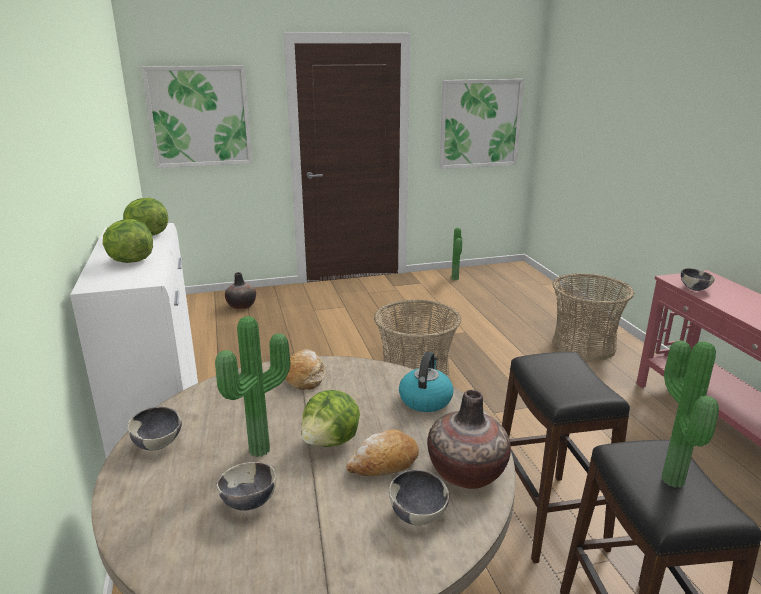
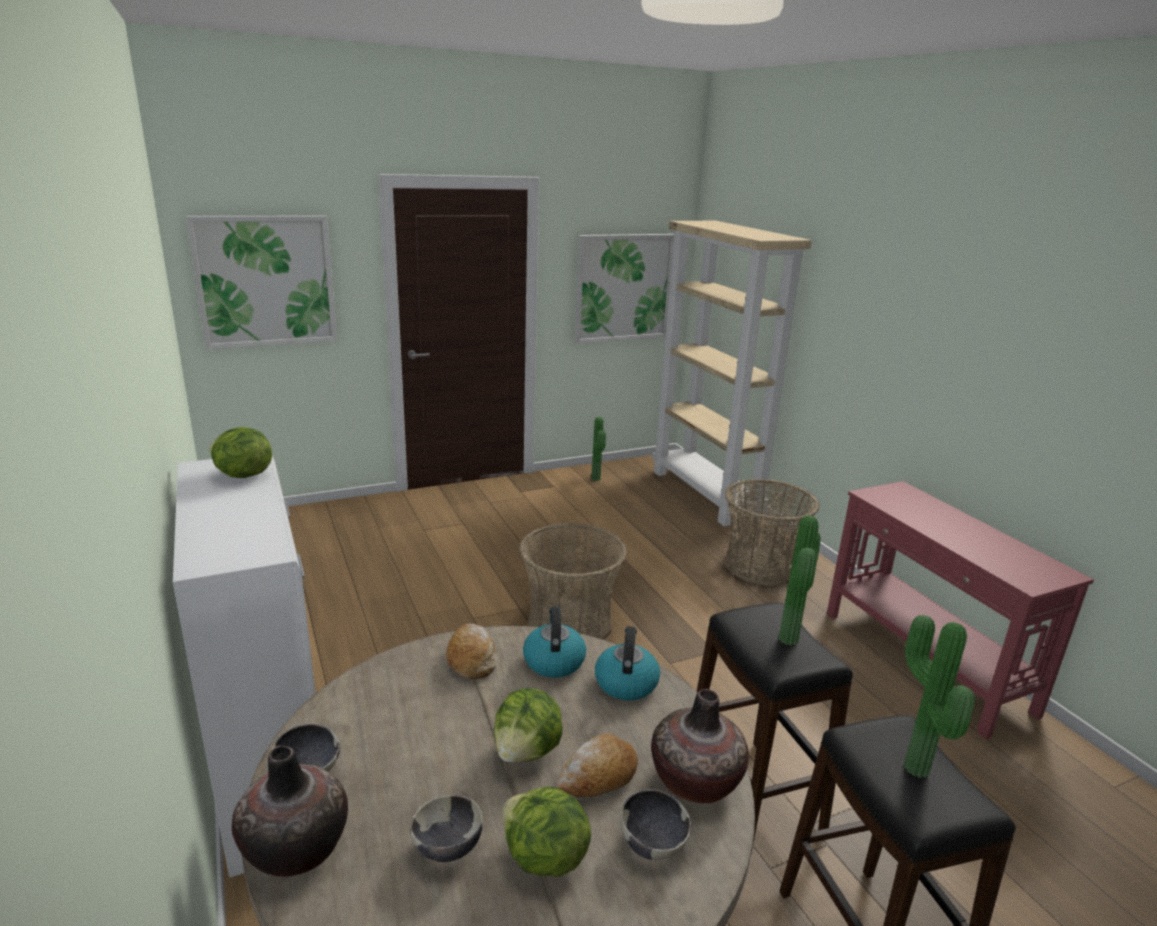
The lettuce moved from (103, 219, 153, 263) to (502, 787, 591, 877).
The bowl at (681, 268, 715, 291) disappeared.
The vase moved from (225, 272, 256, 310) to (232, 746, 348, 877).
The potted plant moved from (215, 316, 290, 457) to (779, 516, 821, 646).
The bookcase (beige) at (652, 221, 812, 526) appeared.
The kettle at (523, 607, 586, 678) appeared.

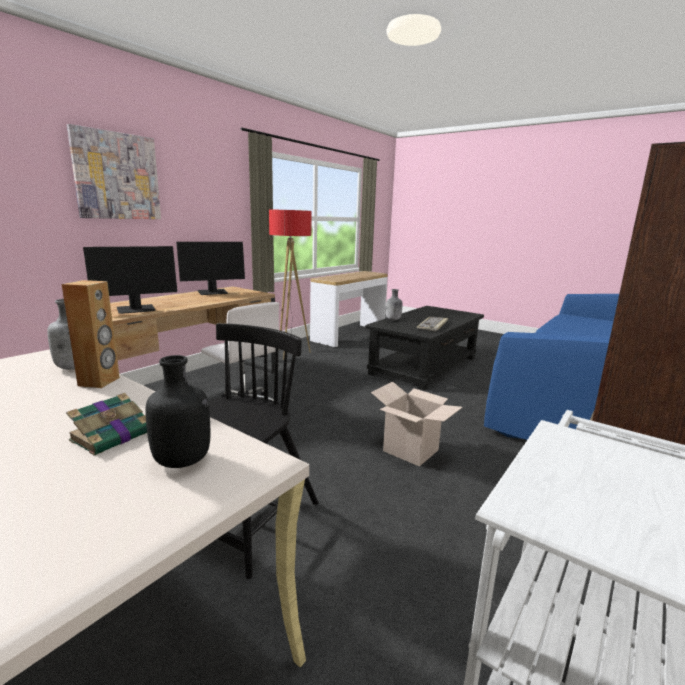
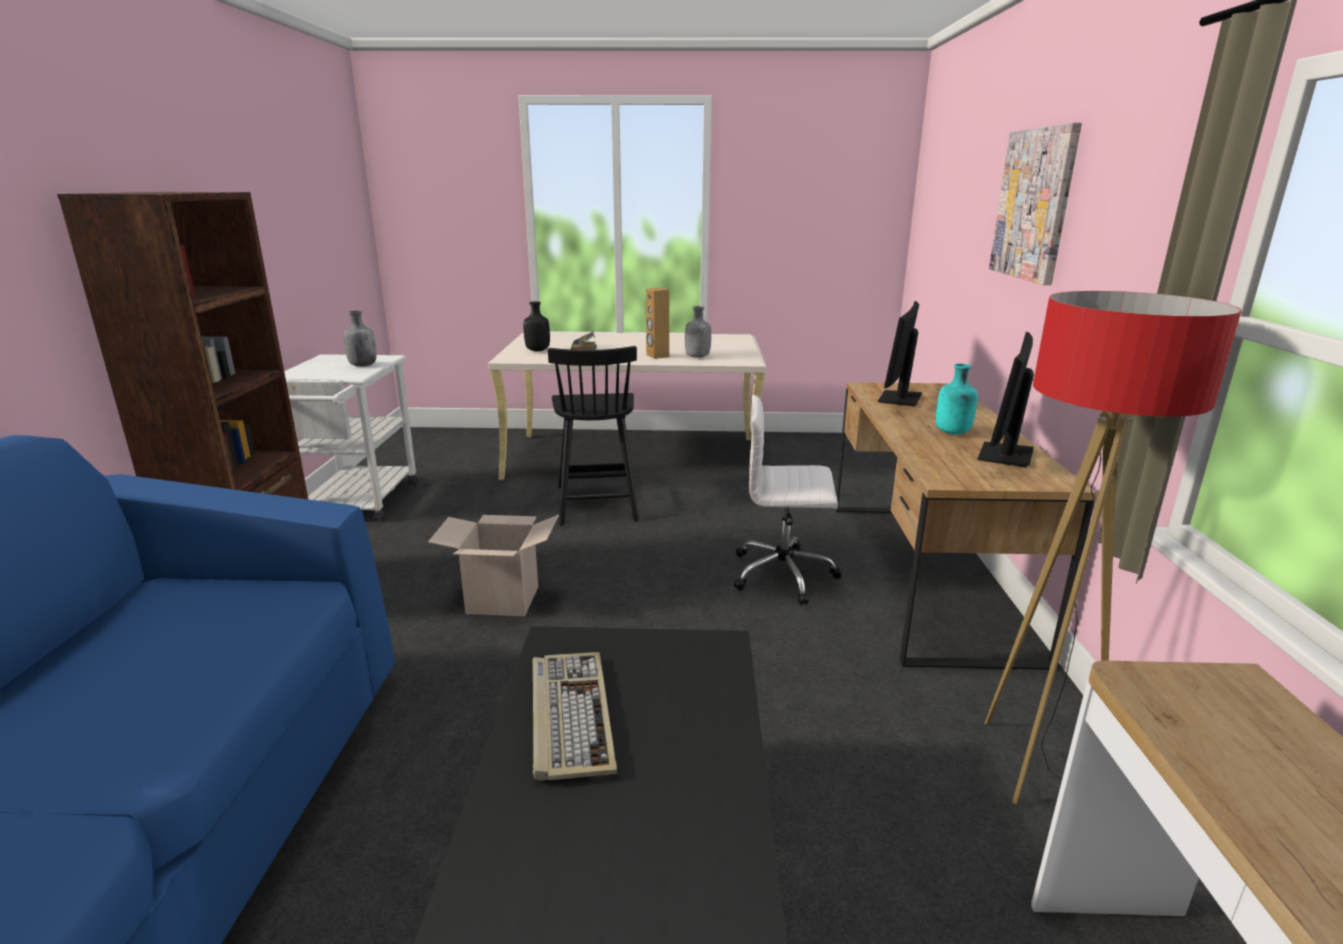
The bottle (grey) moved from (386, 289, 402, 320) to (343, 311, 377, 367).
The bottle (turquoise) at (936, 364, 978, 434) appeared.

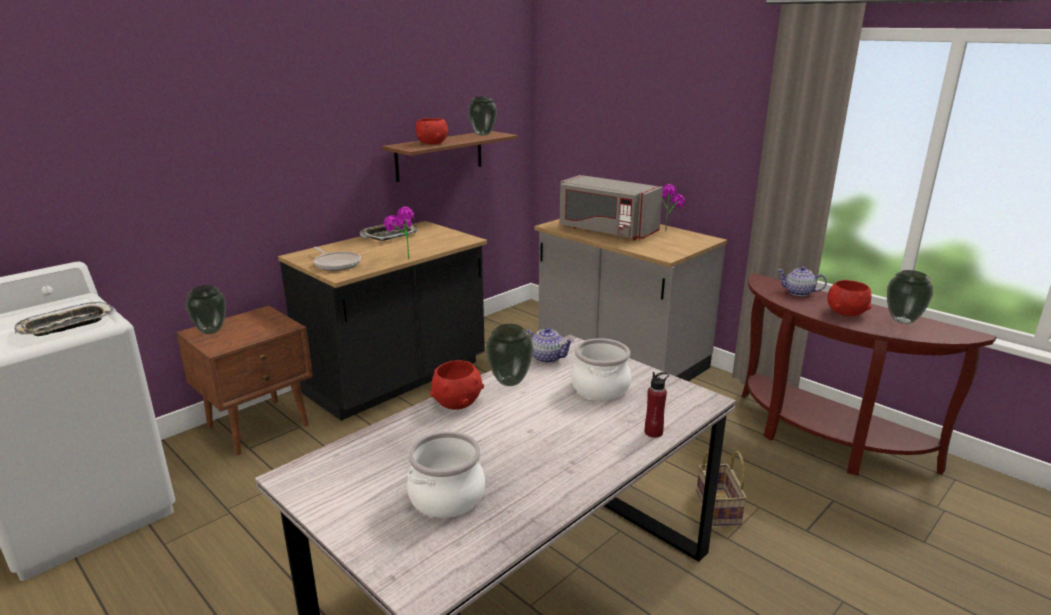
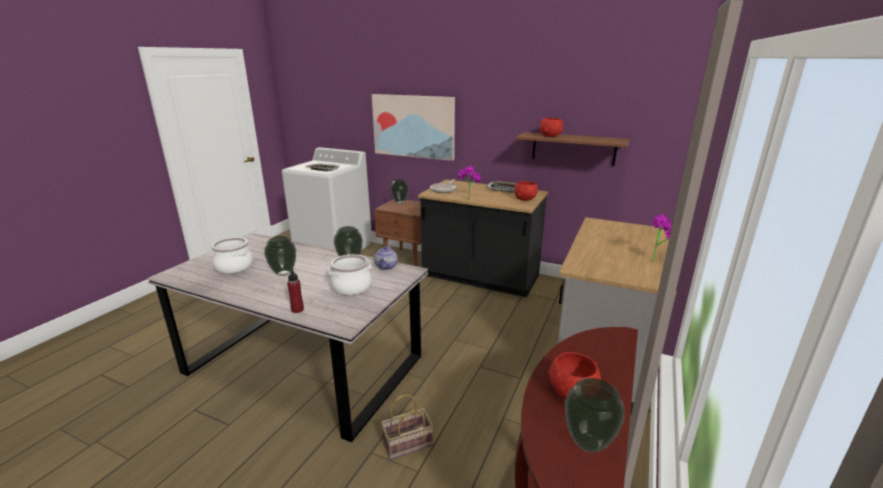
The vase moved from (468, 97, 497, 136) to (264, 236, 296, 276).
The microwave (grey) at (559, 175, 663, 240) disappeared.
The teapot at (778, 266, 827, 296) disappeared.
The bowl (red) moved from (430, 360, 484, 410) to (514, 181, 538, 201).
The picture at (372, 94, 455, 161) appeared.

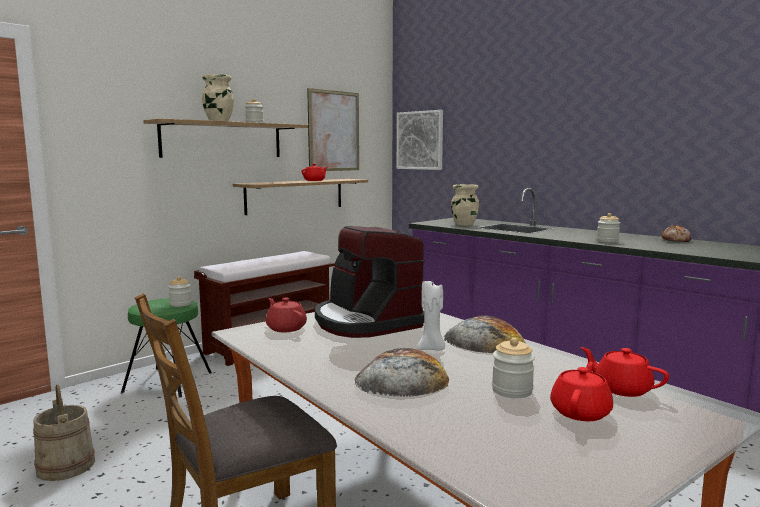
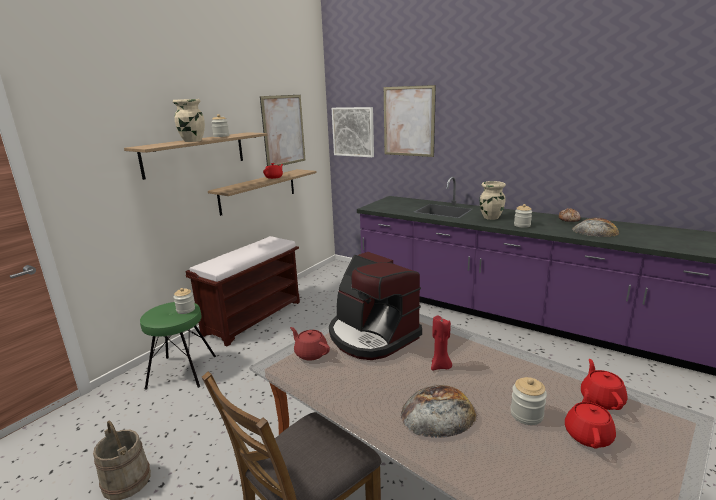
The vase (beige) moved from (451, 184, 479, 226) to (480, 181, 506, 220).
The candle (white) at (417, 281, 445, 351) became the candle (red) at (431, 315, 452, 371).
The bread moved from (444, 315, 525, 353) to (572, 218, 619, 237).
The teapot (red) at (580, 347, 669, 397) turned 60 degrees clockwise.
The picture at (384, 85, 436, 157) appeared.

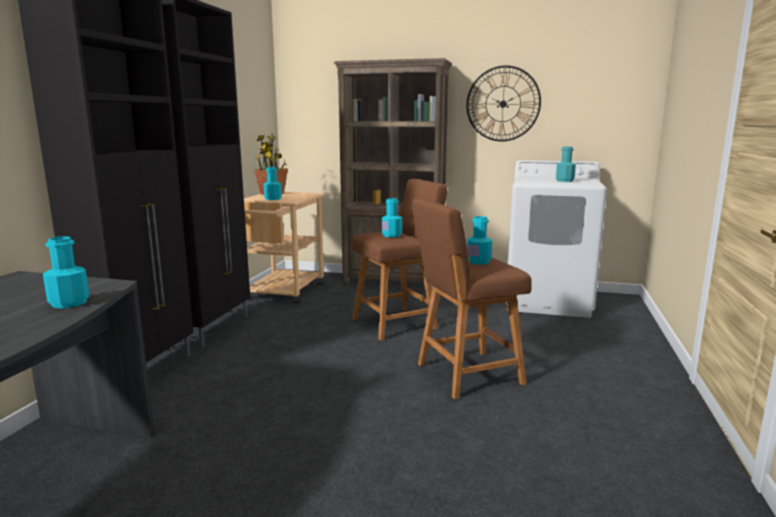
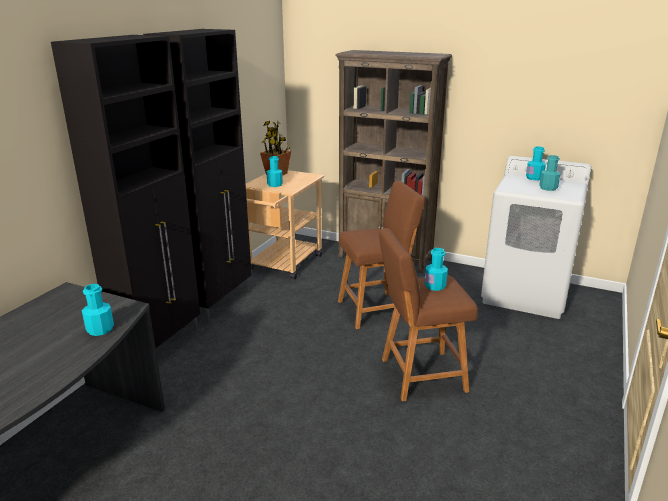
The wall clock at (466, 65, 541, 142) disappeared.
The bottle (turquoise) moved from (382, 198, 402, 237) to (526, 146, 546, 180).

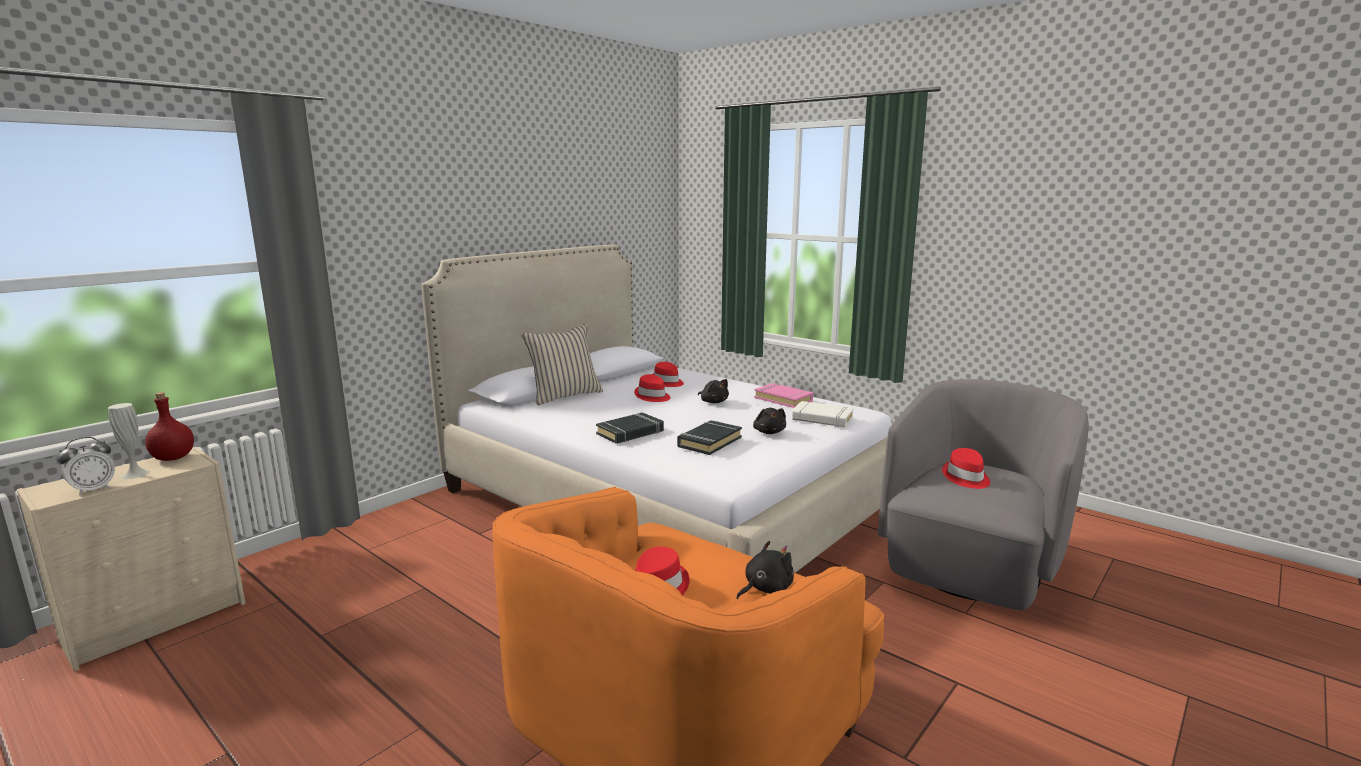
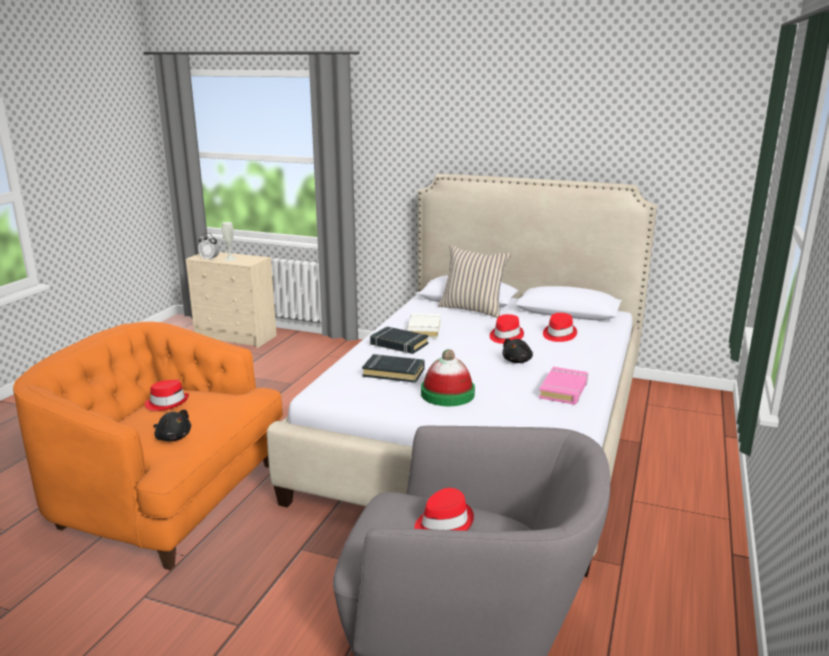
The bottle (red) at (145, 392, 194, 461) disappeared.
The book (white) moved from (792, 401, 854, 427) to (407, 313, 441, 339).
The plush toy (black) at (753, 408, 786, 434) was replaced by the hat at (421, 349, 475, 406).

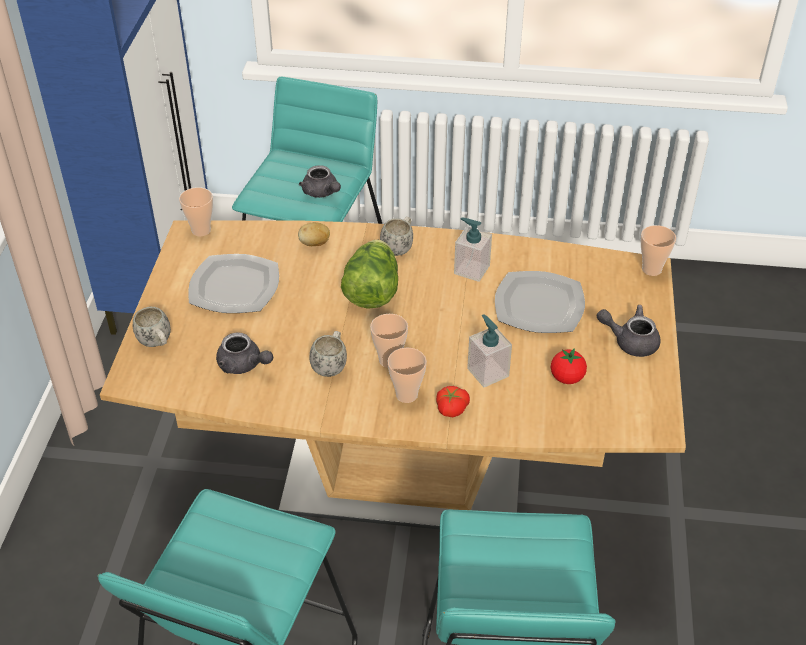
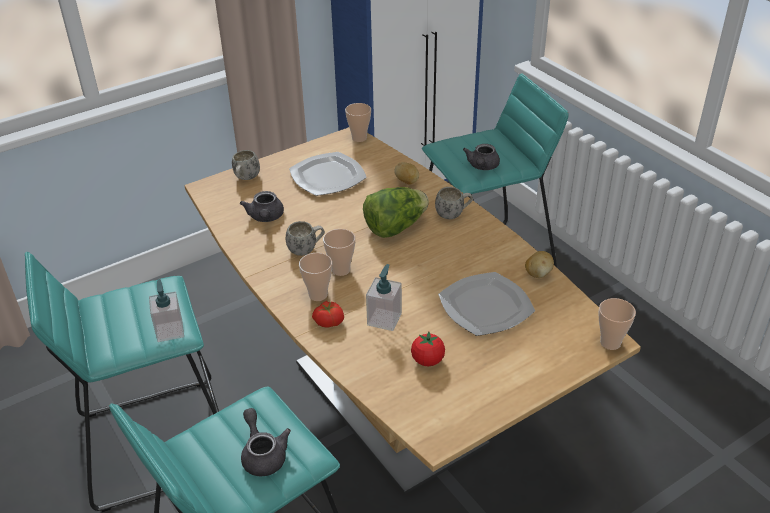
The soap dispenser moved from (454, 218, 492, 282) to (149, 279, 184, 342).
The teapot (grey) moved from (597, 305, 661, 357) to (241, 408, 291, 476).
The potato at (525, 251, 554, 278) appeared.

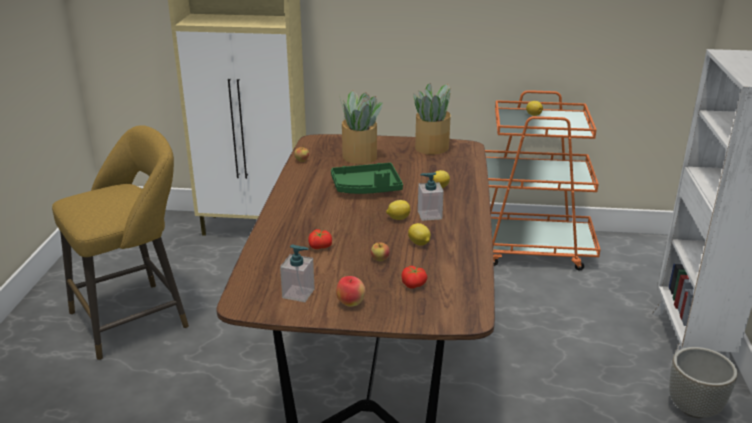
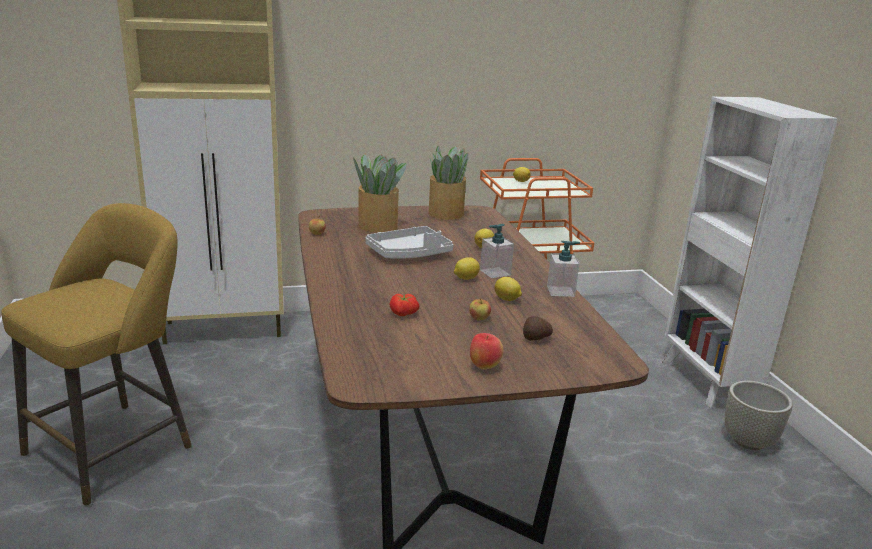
The tray (green) at (331, 163, 403, 194) became the tray (grey) at (365, 226, 453, 259).
The soap dispenser moved from (280, 244, 315, 302) to (547, 241, 580, 297).
The tomato at (401, 266, 427, 288) was replaced by the potato at (523, 316, 553, 341).

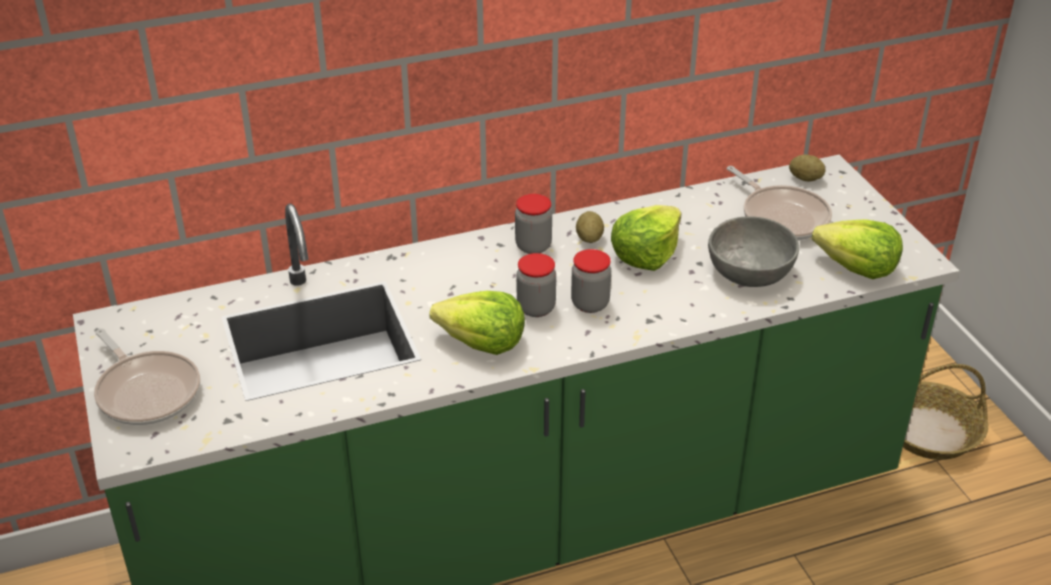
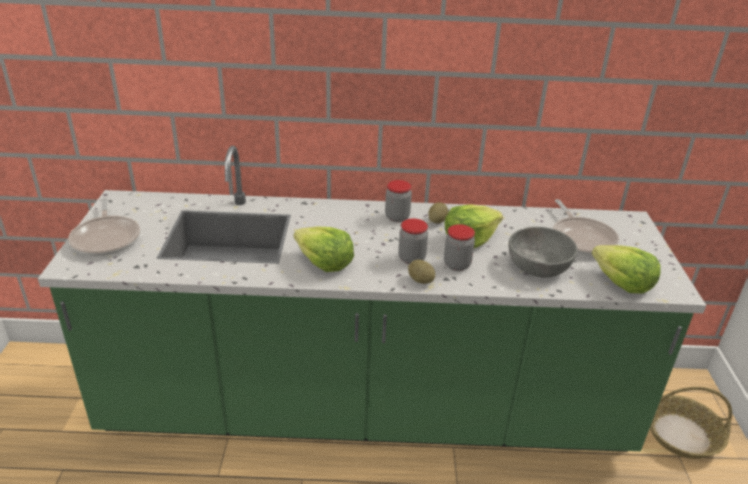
The potato moved from (789, 155, 826, 182) to (408, 260, 435, 284).
The jar moved from (517, 253, 556, 317) to (444, 224, 475, 271).

